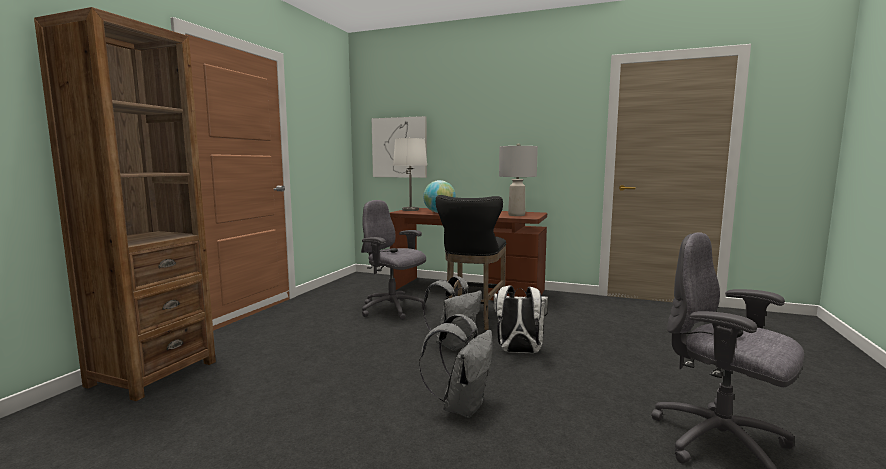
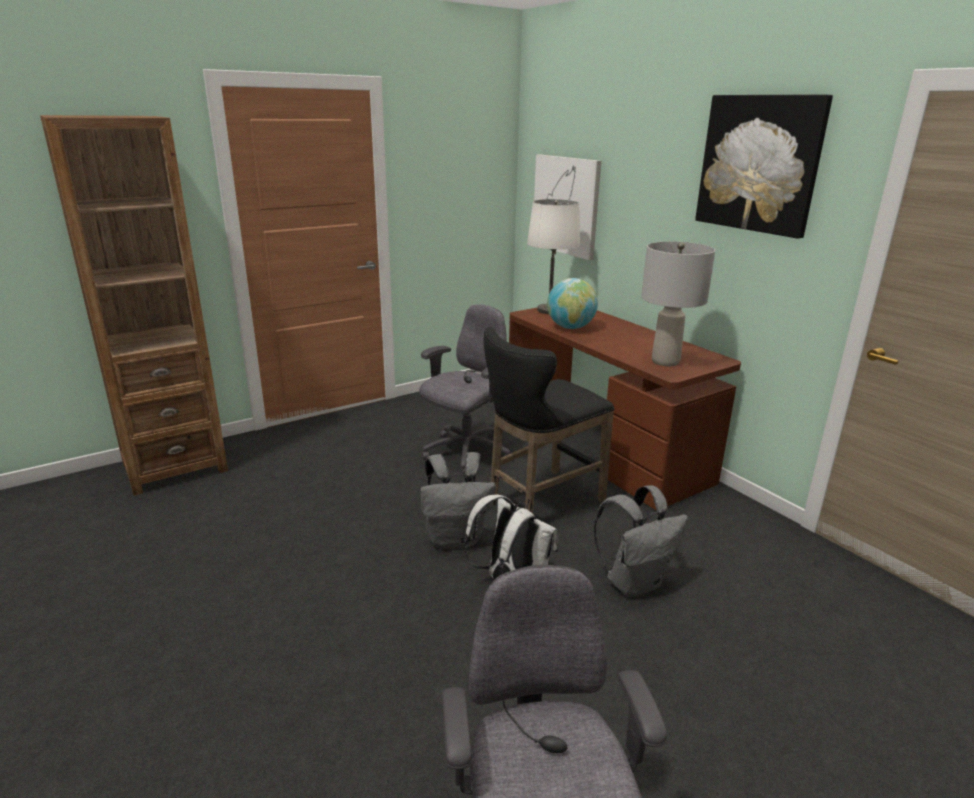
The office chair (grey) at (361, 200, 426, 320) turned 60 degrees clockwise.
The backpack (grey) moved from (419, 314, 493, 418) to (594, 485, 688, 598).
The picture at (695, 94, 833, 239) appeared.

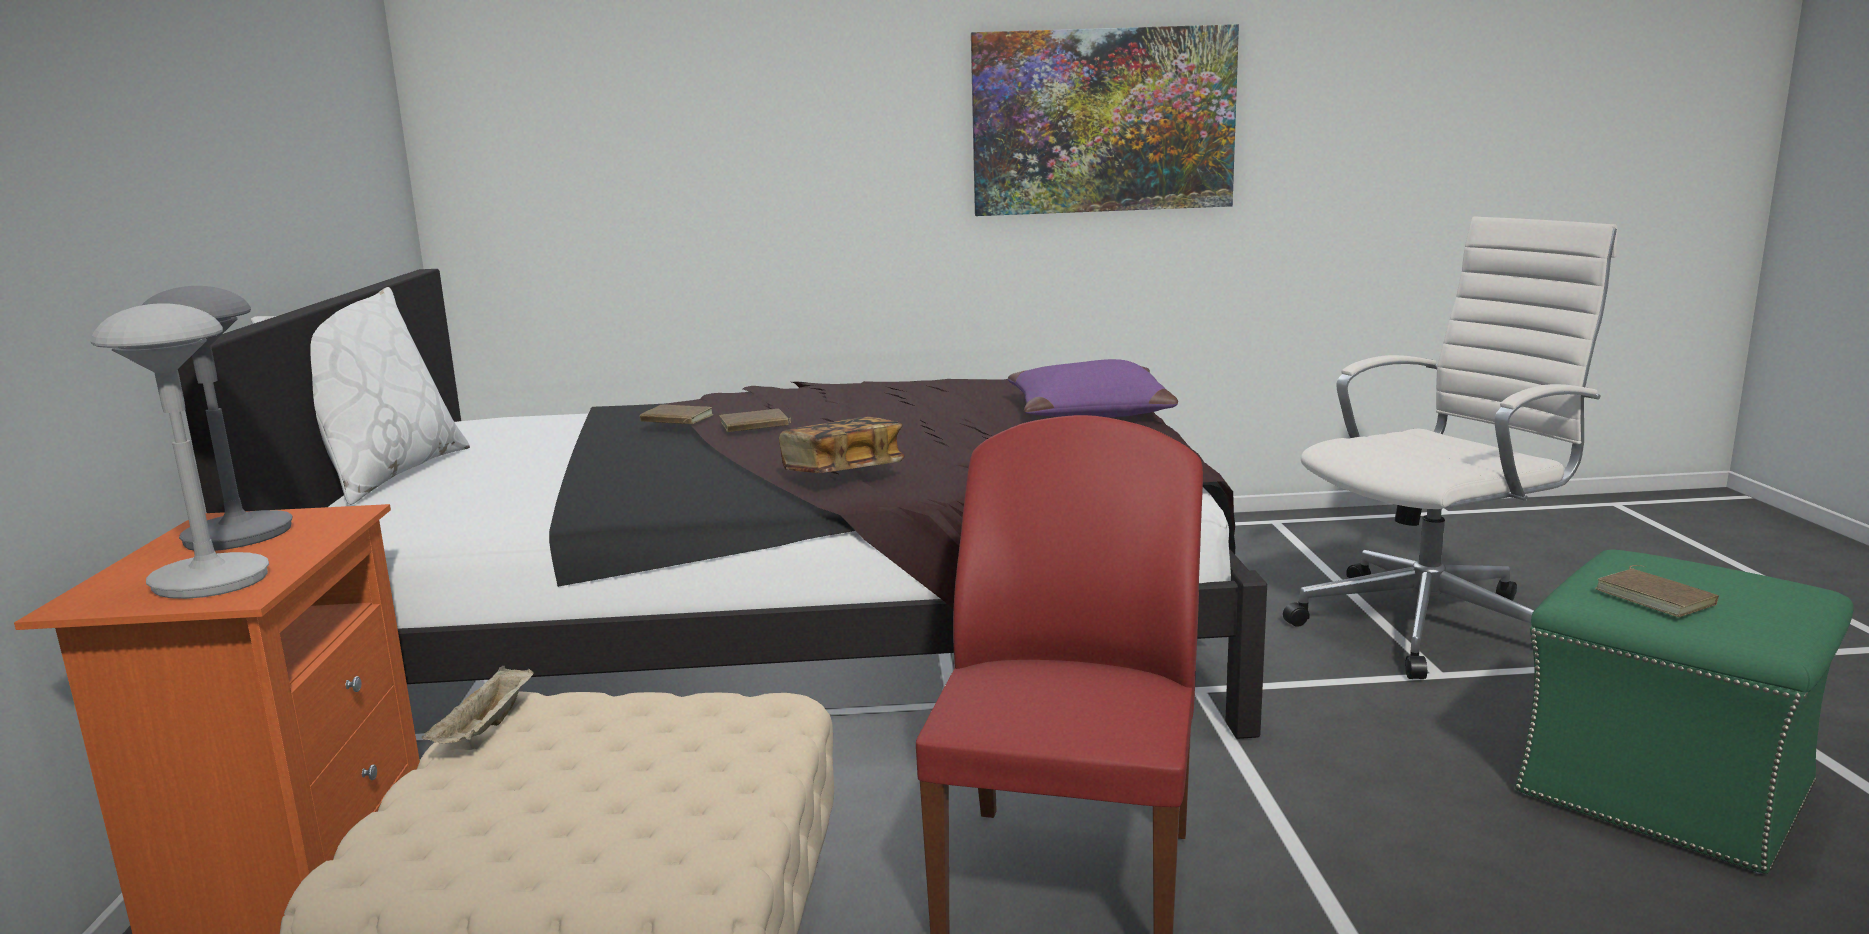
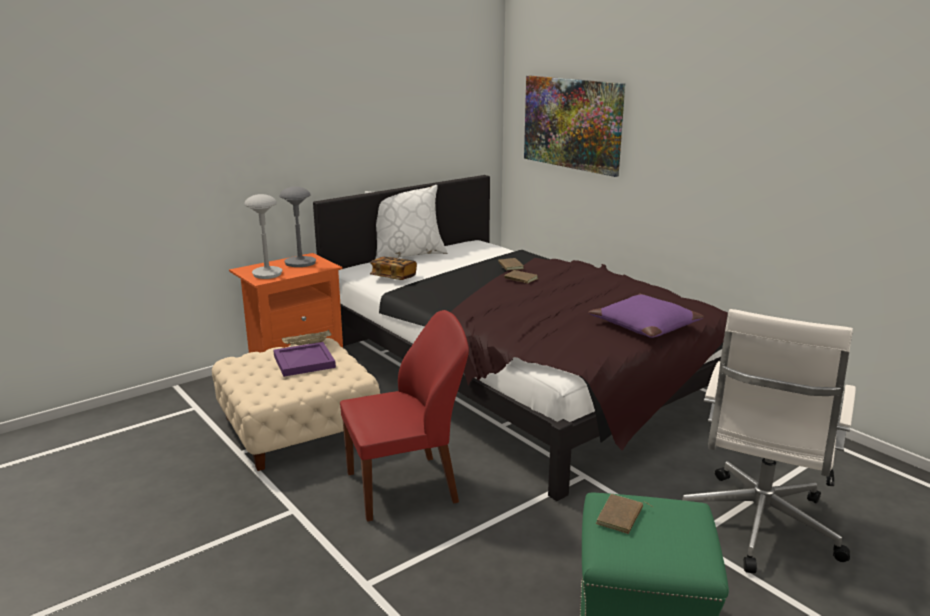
The picture moved from (971, 24, 1239, 216) to (524, 76, 625, 177).
The office chair (white) at (1283, 216, 1618, 679) turned 90 degrees clockwise.
The book moved from (779, 417, 905, 473) to (370, 257, 417, 280).
The tray (purple) at (273, 342, 336, 377) appeared.

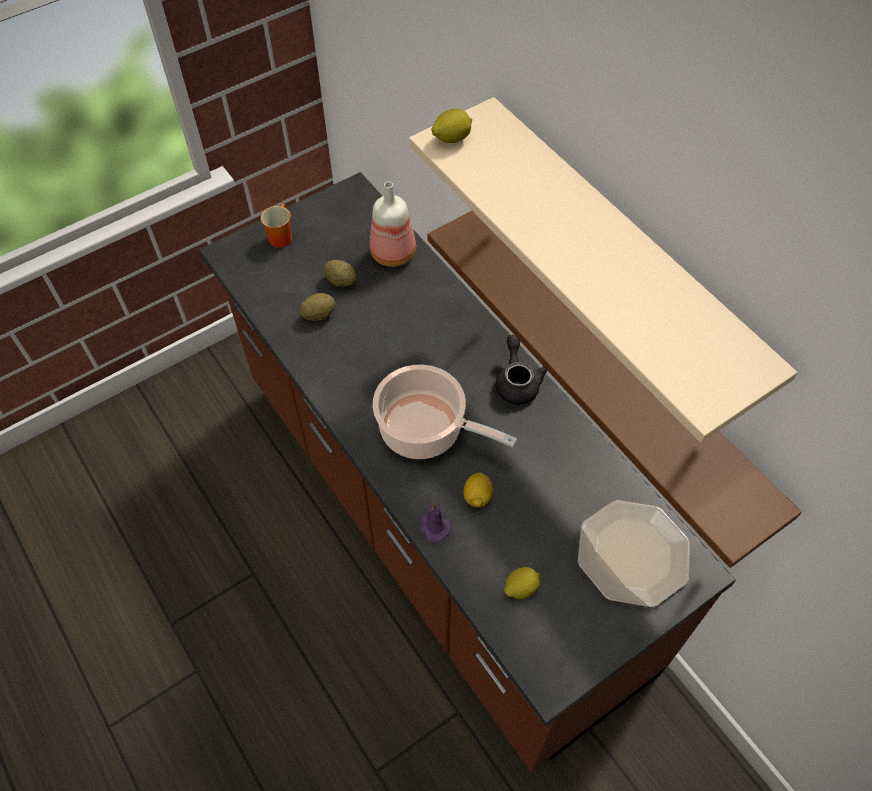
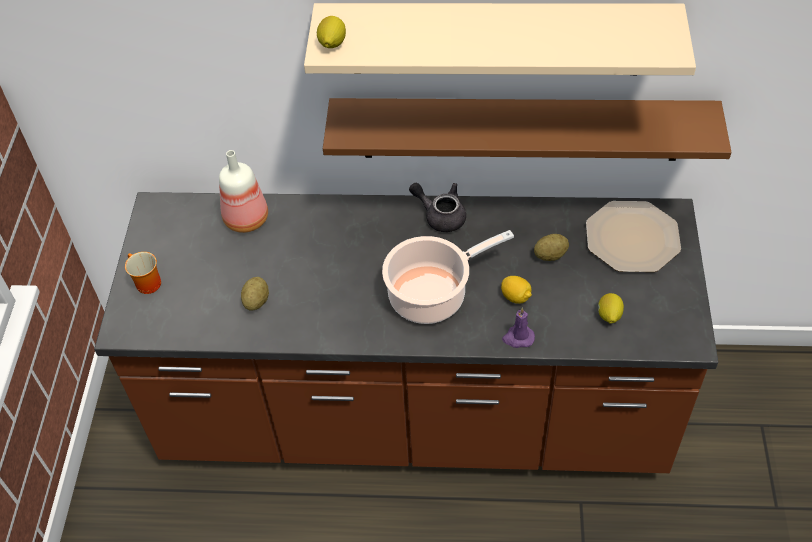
The potato moved from (324, 260, 356, 287) to (534, 234, 569, 261).

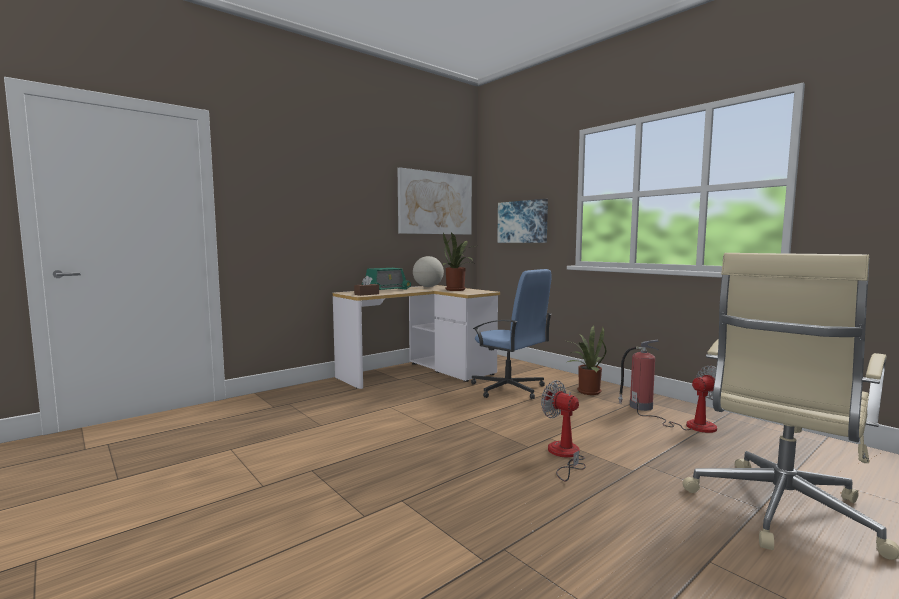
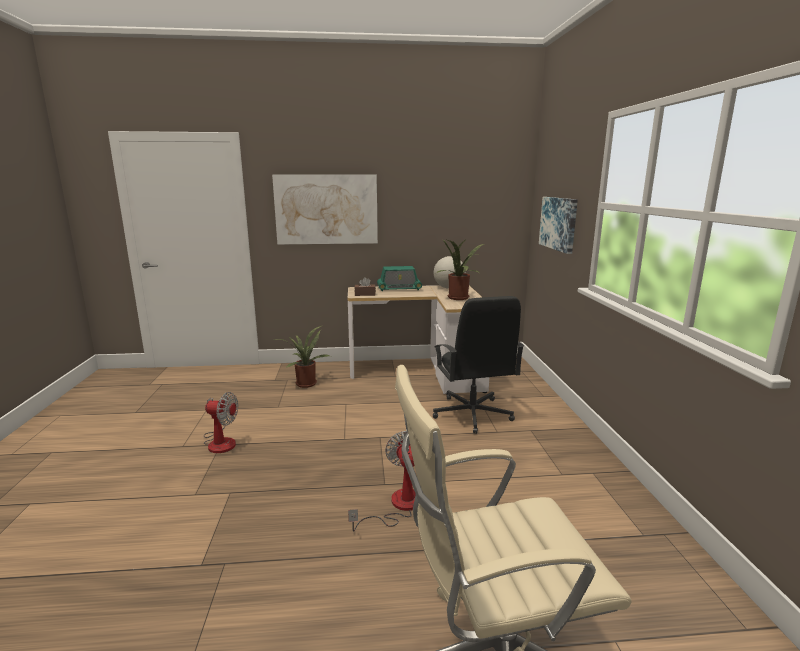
The picture moved from (398, 167, 472, 235) to (272, 174, 378, 245).
The office chair (blue) at (471, 269, 552, 399) became the office chair (black) at (433, 296, 524, 434).
The potted plant moved from (567, 325, 606, 395) to (273, 325, 329, 388).
The fire extinguisher at (618, 340, 659, 411) disappeared.
The fan moved from (631, 366, 717, 433) to (204, 392, 238, 453).

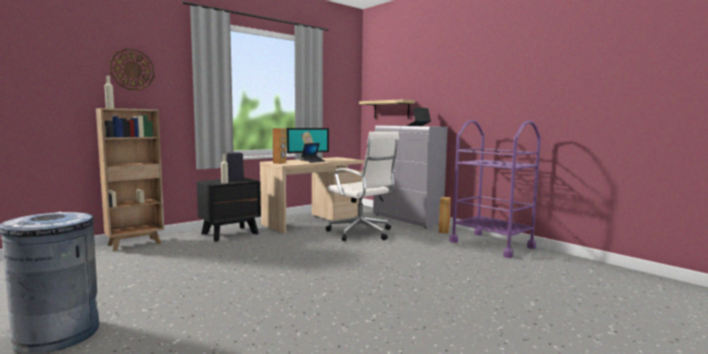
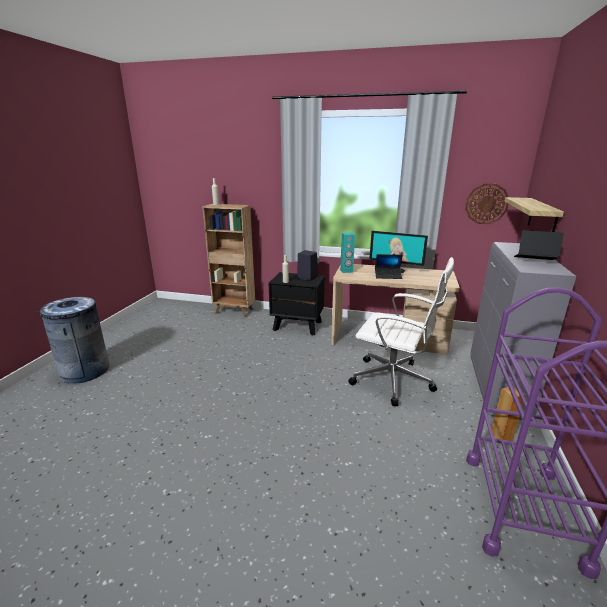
The wall clock moved from (109, 48, 155, 91) to (465, 184, 509, 224).
The speaker (brown) at (273, 128, 286, 164) became the speaker (turquoise) at (340, 232, 355, 273).
The office chair (white) at (325, 131, 399, 241) turned 75 degrees counterclockwise.

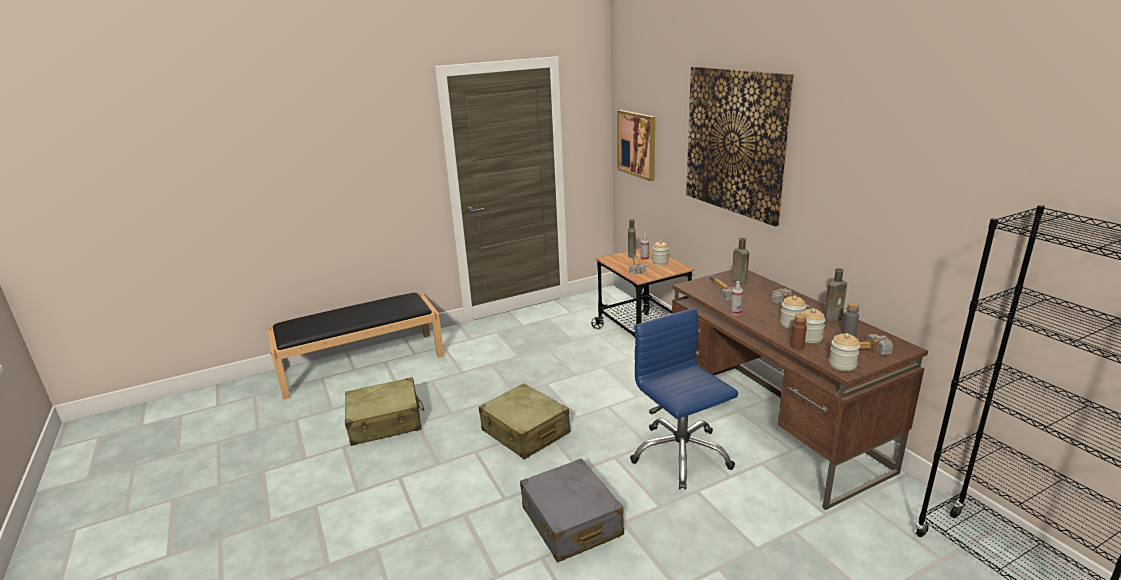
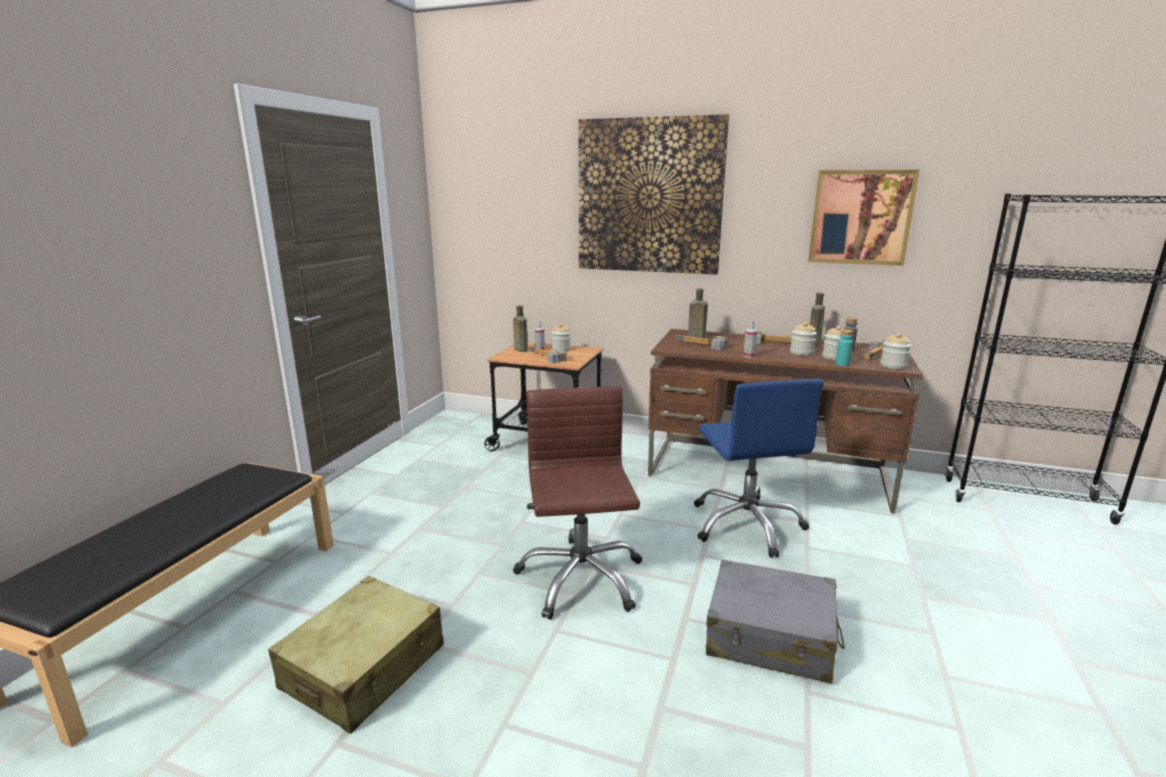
The picture moved from (617, 110, 655, 181) to (808, 170, 920, 266).
The office chair (blue) at (630, 308, 738, 490) turned 120 degrees counterclockwise.
The bottle (brown) at (790, 314, 807, 350) became the bottle (turquoise) at (835, 330, 853, 366).
The suitcase (beige) at (479, 384, 571, 459) was replaced by the office chair (brown) at (513, 386, 642, 620).

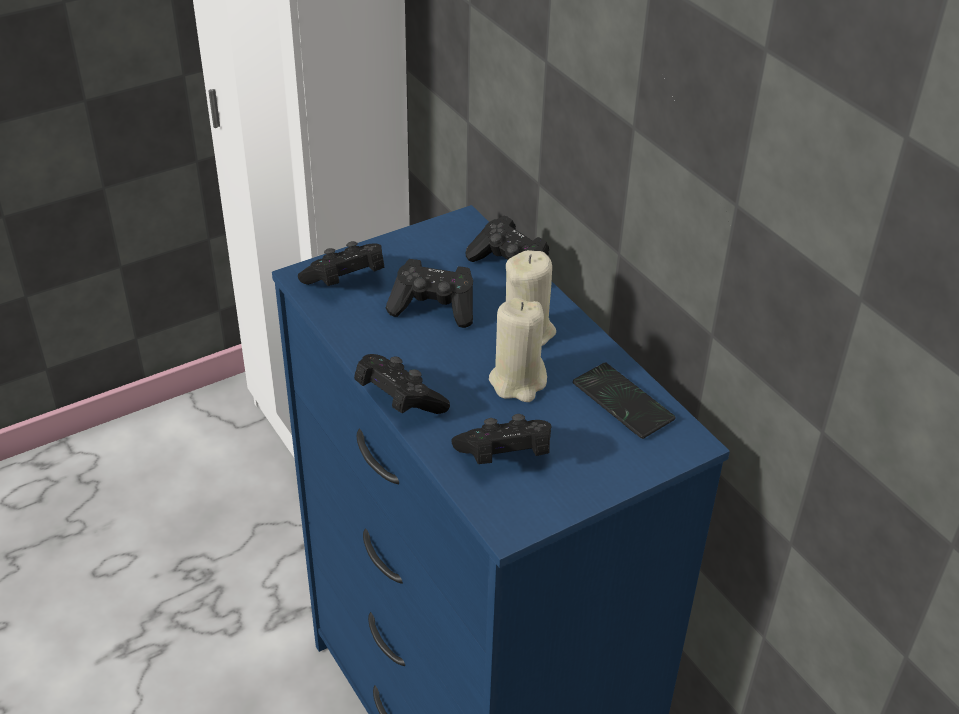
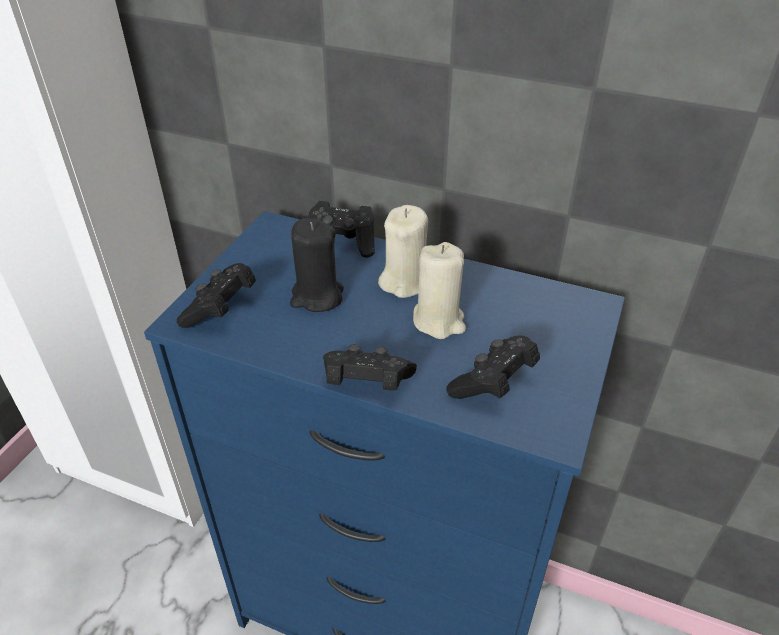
The game controller (black) at (386, 259, 473, 328) was replaced by the candle (black) at (290, 218, 344, 312).
The phone at (573, 362, 675, 439) disappeared.

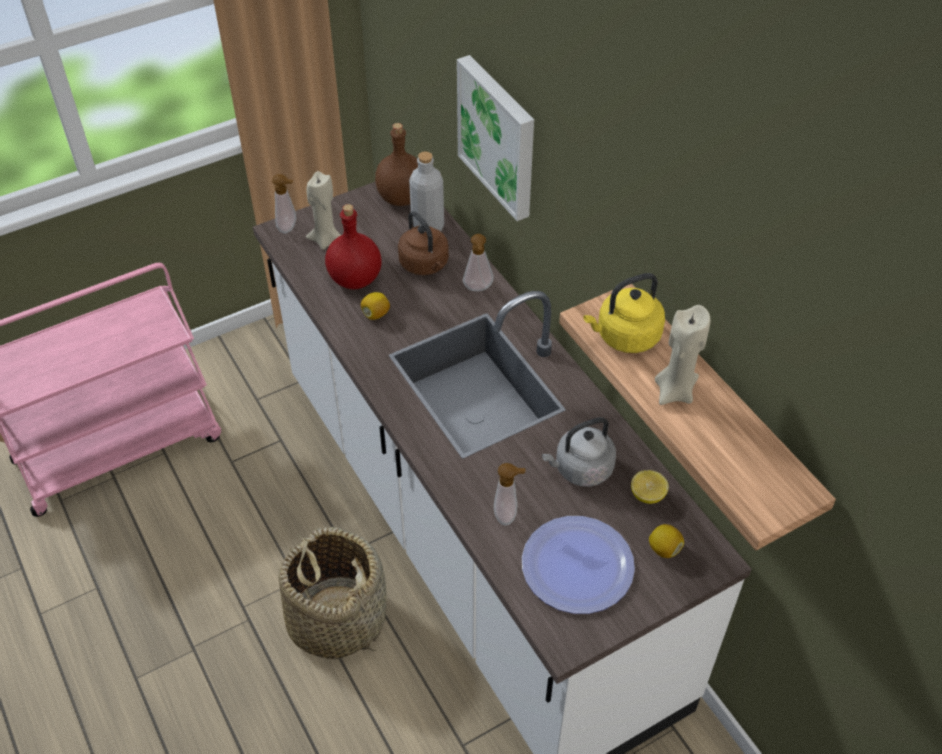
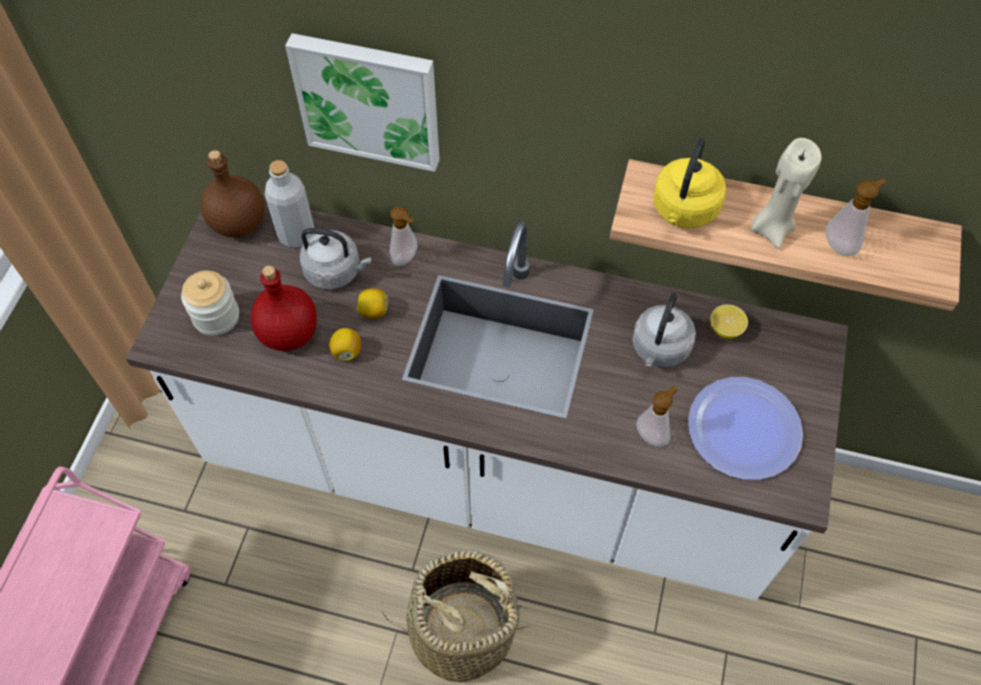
The candle (beige) at (306, 171, 341, 250) was replaced by the jar at (181, 271, 239, 336).
The soap dispenser moved from (272, 174, 296, 233) to (826, 178, 886, 256).
The kettle (brown) at (398, 211, 449, 275) became the kettle (grey) at (299, 228, 371, 290).
The lemon moved from (649, 524, 684, 558) to (358, 288, 388, 319).

